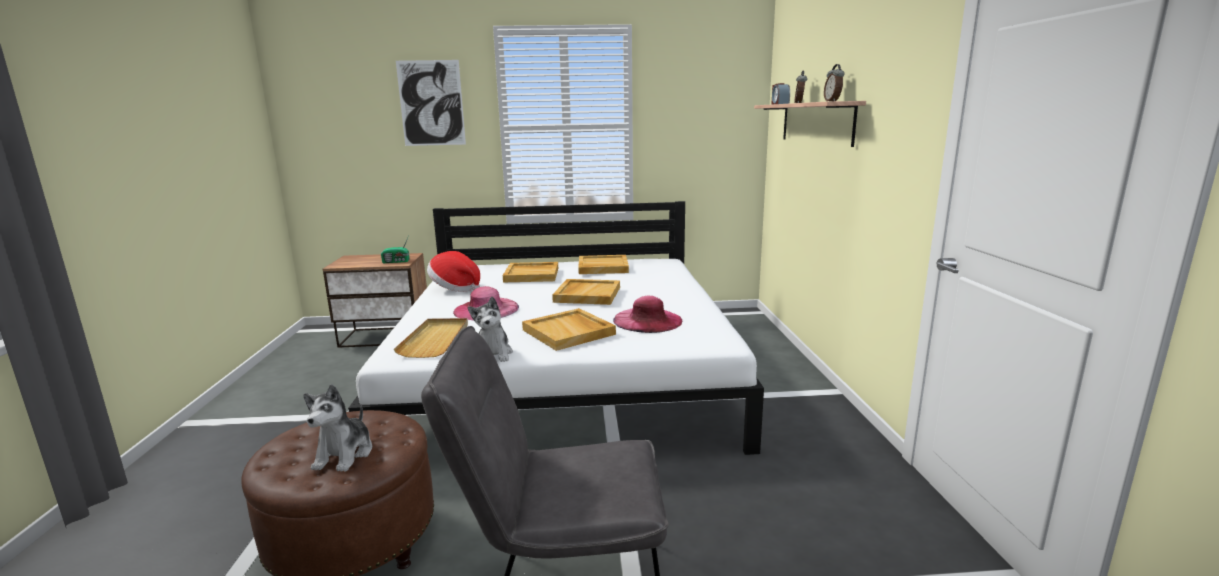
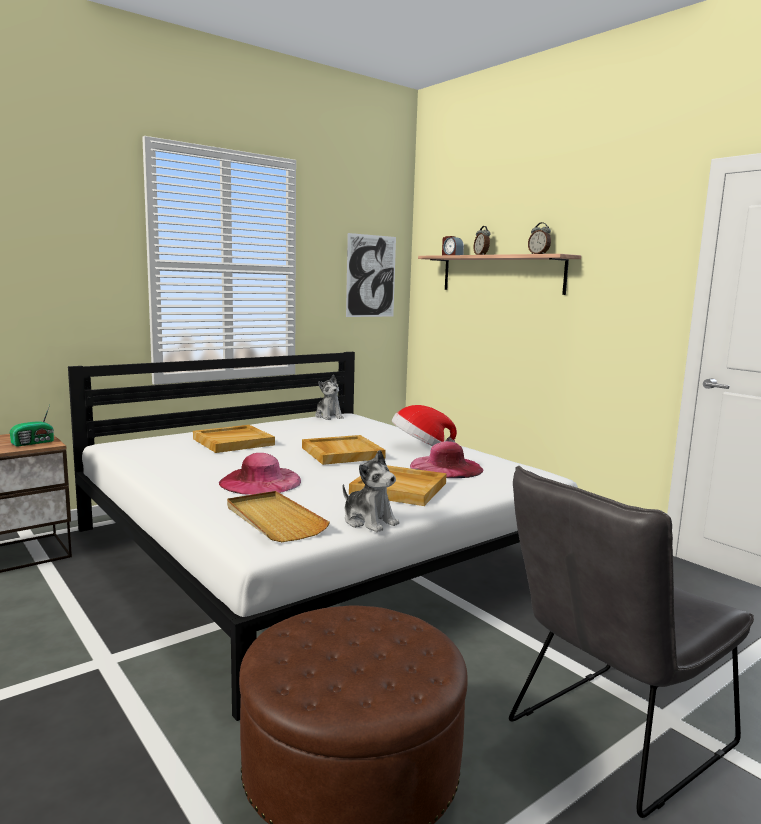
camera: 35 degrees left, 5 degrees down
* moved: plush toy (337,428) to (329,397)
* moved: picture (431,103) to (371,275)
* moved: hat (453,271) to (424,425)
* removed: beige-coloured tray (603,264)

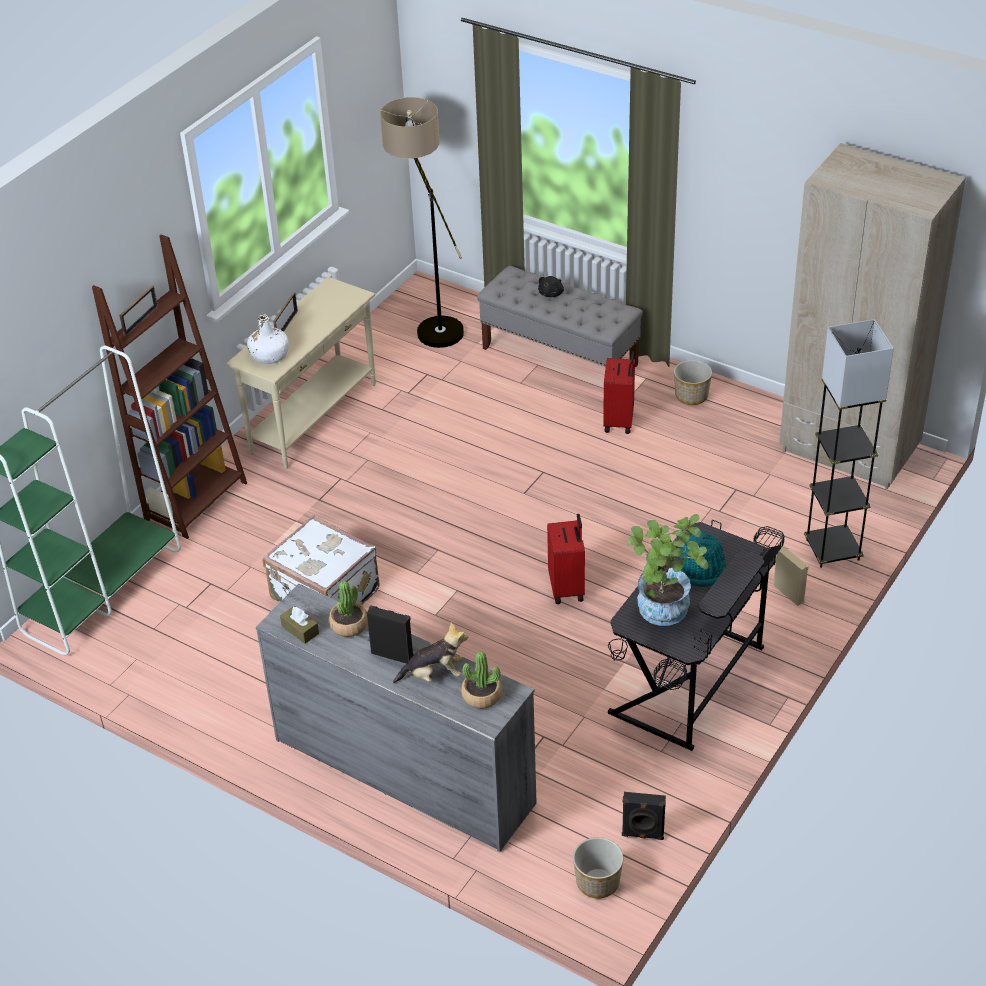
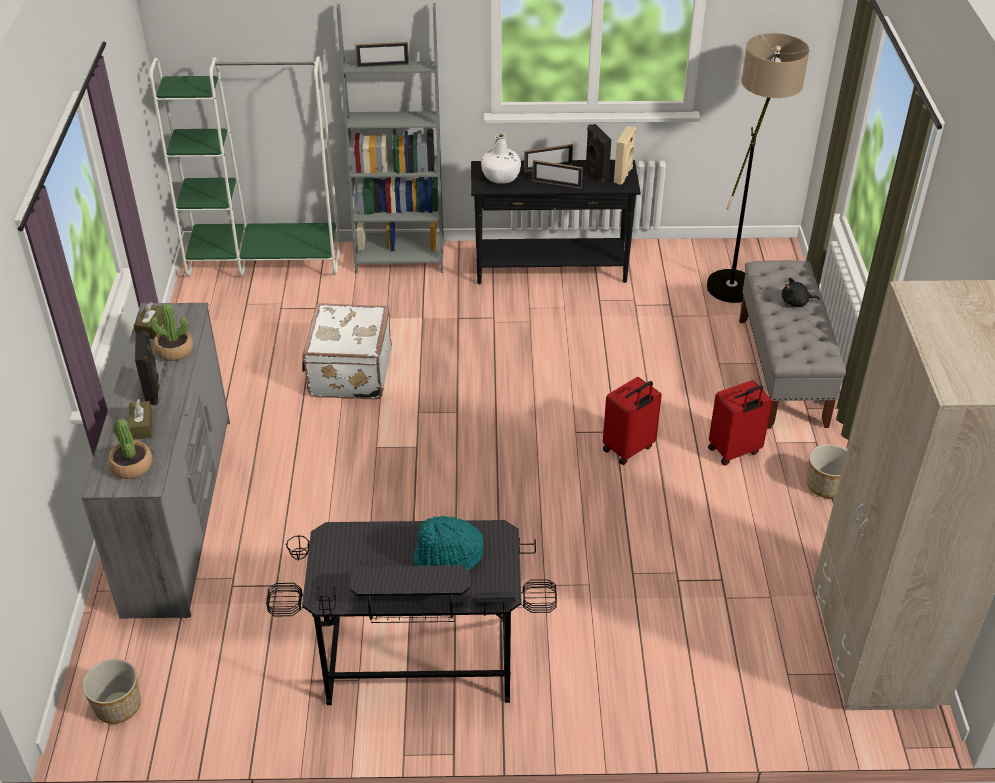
camera: 55 degrees right, 0 degrees up
* recoloured: brownish shelving unit (169,386) to greyish shelving unit (390,138)
* recoloured: beige-coloured narrow table (301,373) to black narrow table (556,222)
* replaced: plush toy (430,652) to brownish tissue holder (140,419)
* moved: reddish piece of luggage (566,559) to (632,421)
* moved: black speaker (644,816) to (598,153)
* removed: houseplant (668,570)
* moved: beige-coloured speaker (791,575) to (625,155)
* removed: greyish standard lamp (849,443)
* added: picture frame (557,174)

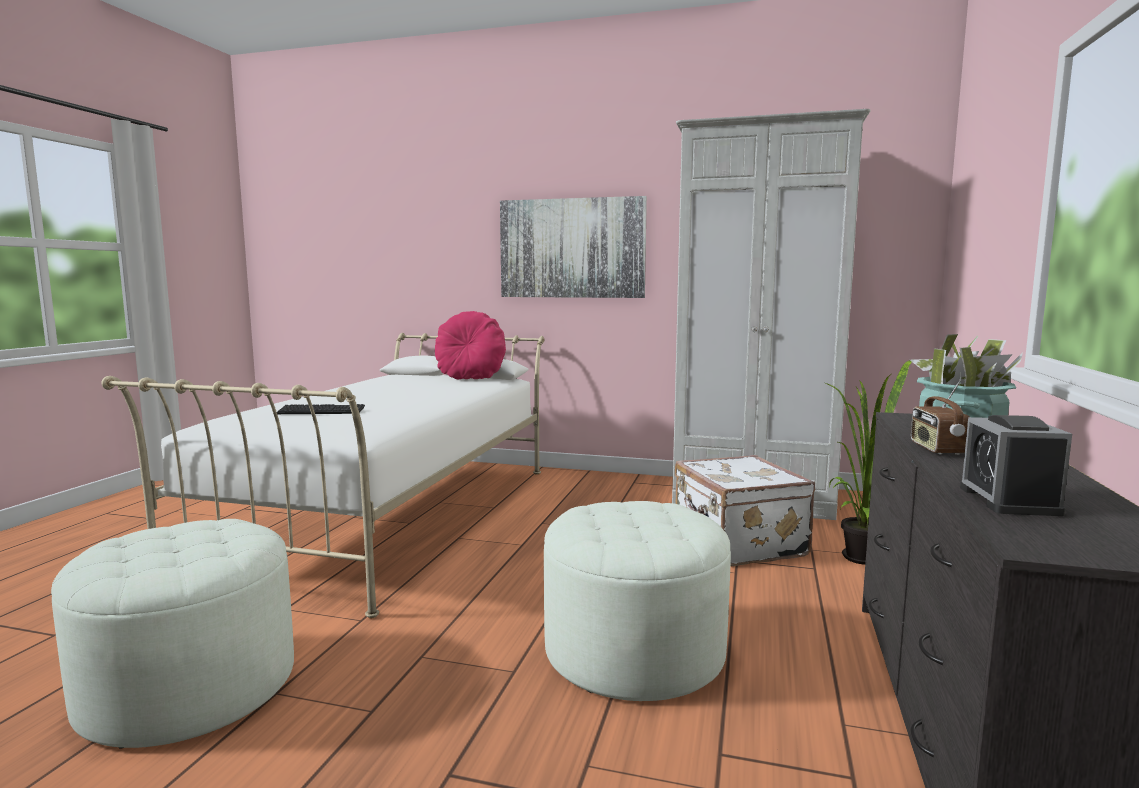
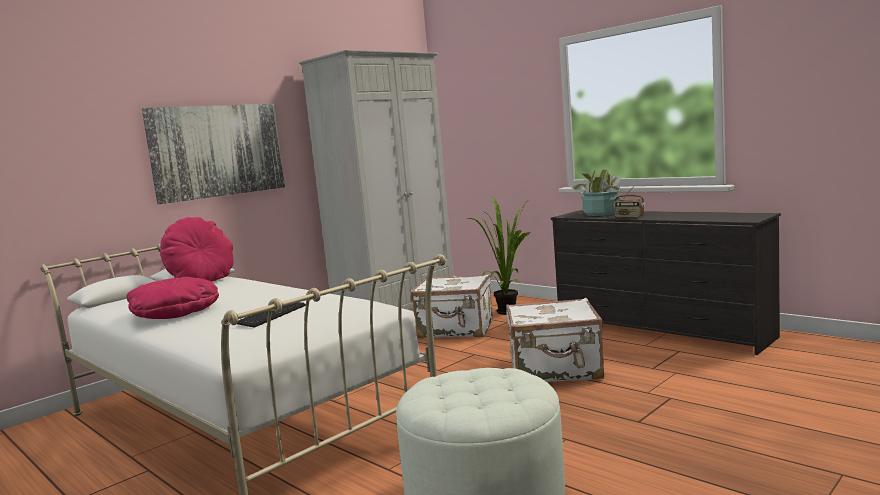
camera: 60 degrees left, 0 degrees up
* replaced: whitish ottoman (637,601) to whitish piece of luggage (555,340)
* removed: alarm clock (1016,465)
* added: pink throw pillow (172,298)

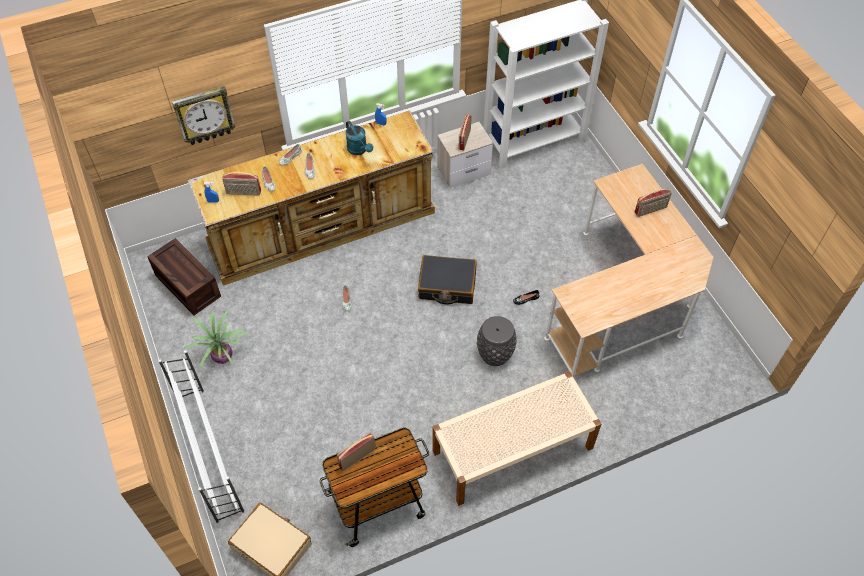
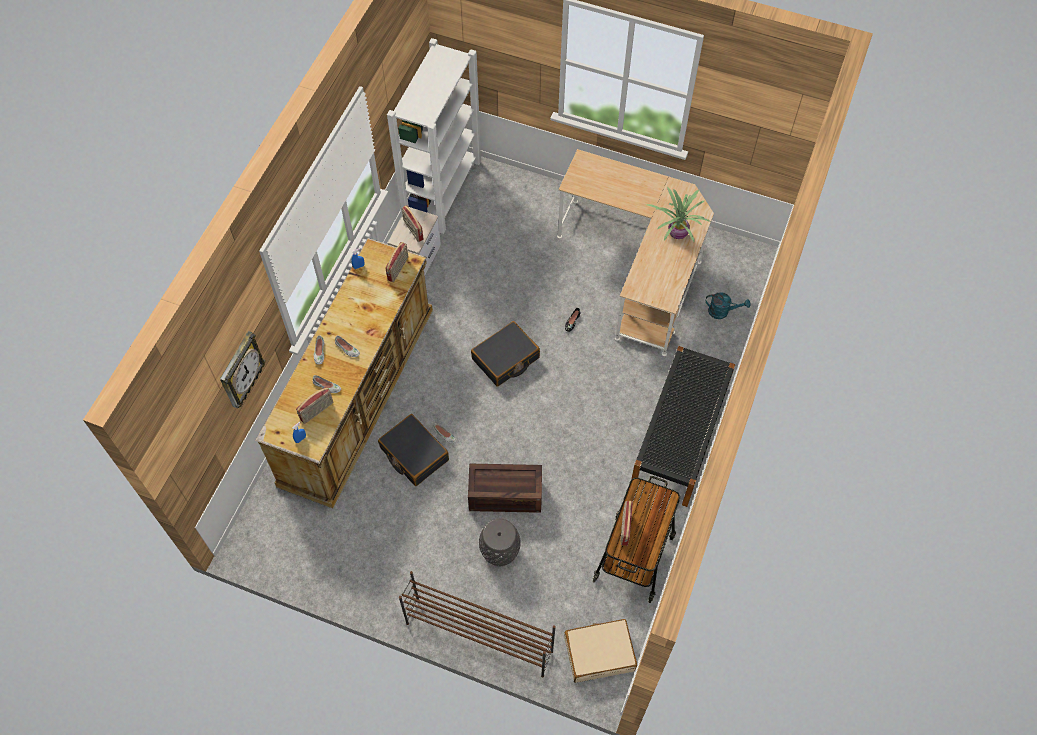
camera: 45 degrees left, 5 degrees up
* moved: shipping crate (184,276) to (505,488)
* recoloured: whitish shoe shelf (201,437) to brownish shoe shelf (477,624)
* moved: houseplant (216,340) to (679,214)
* moved: turquoise-coloured watering can (359,138) to (728,305)
* recoloured: beige-coloured bench (516,438) to black bench (683,426)
* moved: greyish stool (497,341) to (500,542)
* moved: radio set (653,202) to (397,262)
* added: black piece of luggage (413,450)

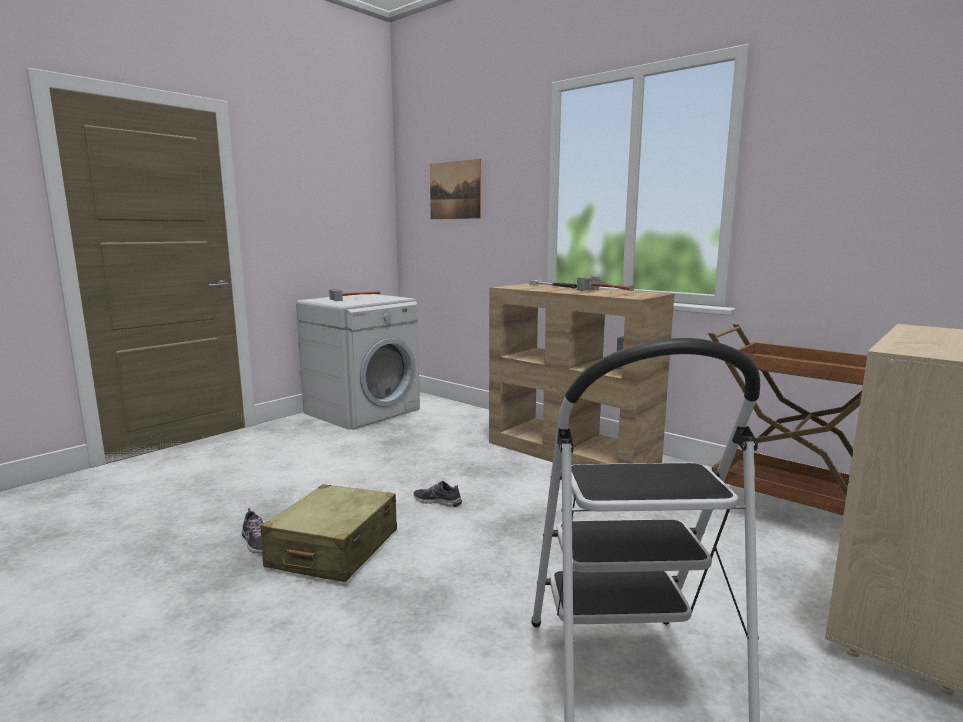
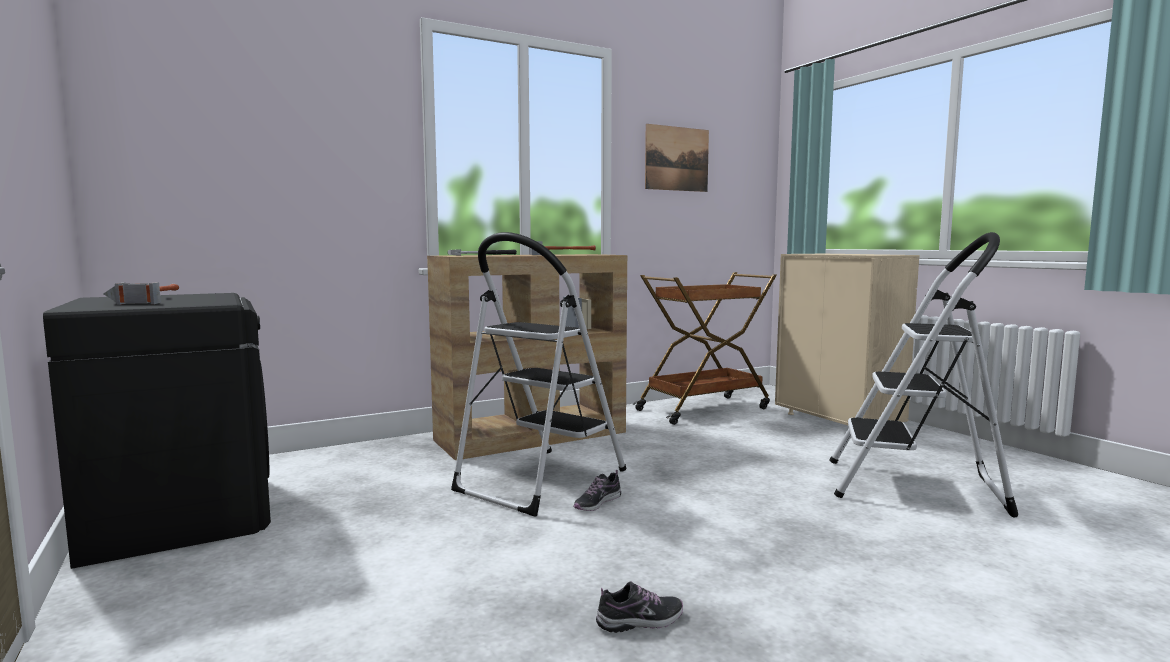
camera: 70 degrees left, 5 degrees down
* removed: beige-coloured piece of luggage (328,533)
* recoloured: whitish laundry appliance (358,362) to black laundry appliance (157,431)
* moved: picture (455,189) to (677,158)
* added: step stool (538,374)

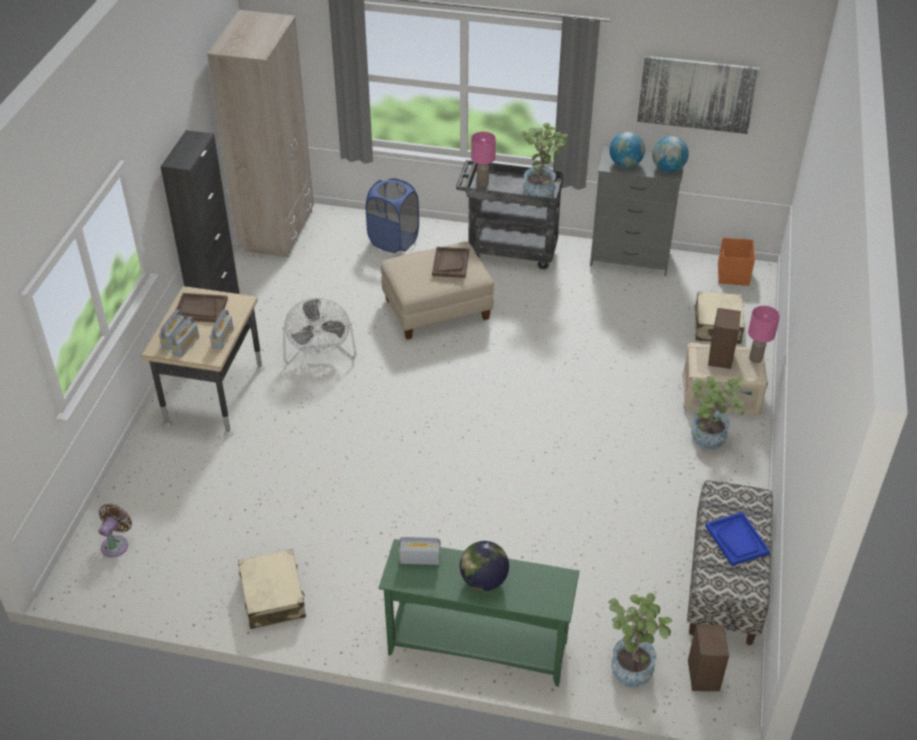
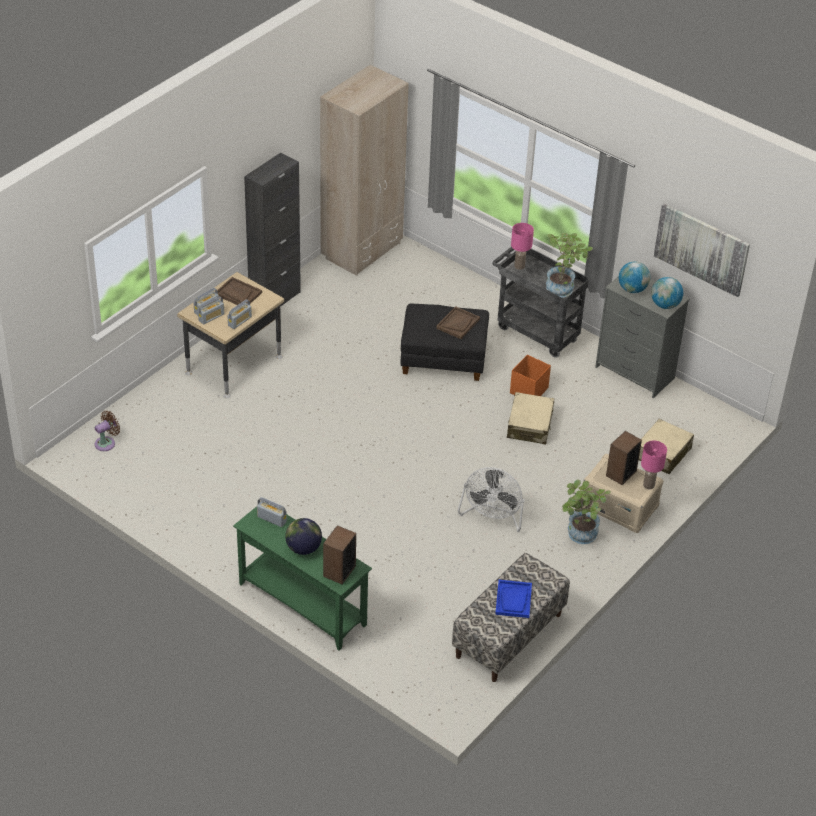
camera: 25 degrees right, 0 degrees up
* moved: beige-coloured piece of luggage (272,589) to (530,418)
* moved: whitish fan (319,330) to (491,499)
* removed: blue laundry basket (392,215)
* recoloured: beige-coloured ottoman (437,291) to black ottoman (445,342)
* removed: houseplant (640,640)
* moved: speaker (708,657) to (339,554)
* moved: orangey storage bin (736,262) to (530,375)

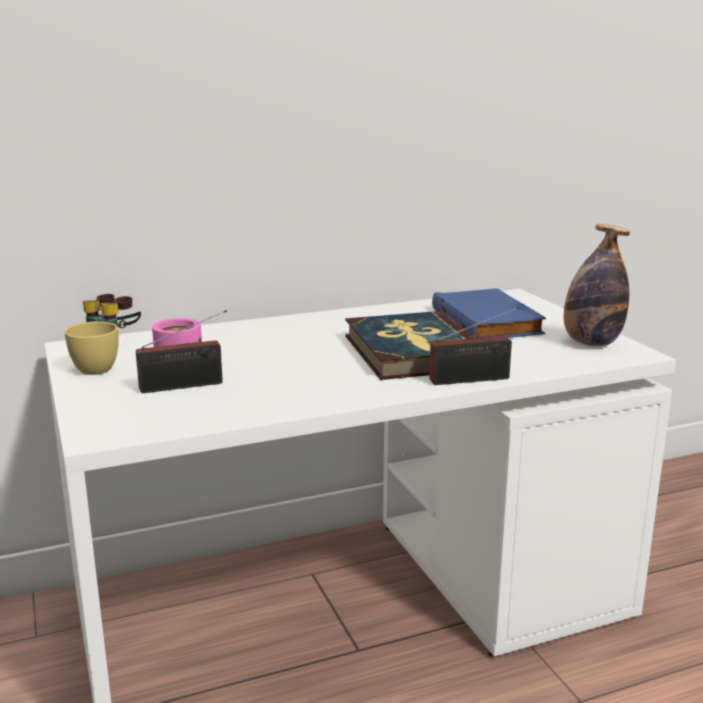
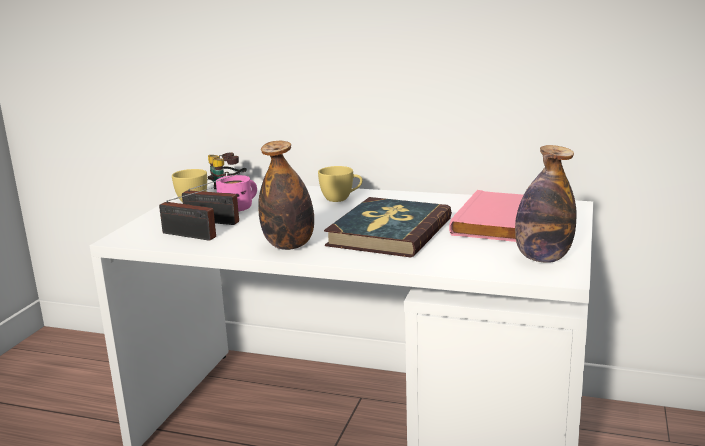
camera: 40 degrees right, 0 degrees up
* moved: radio set (474,346) to (187,214)
* recoloured: blue bound book (489,313) to pink bound book (486,216)
* added: drink bottle (286,195)
* added: yellowish small cup (340,184)

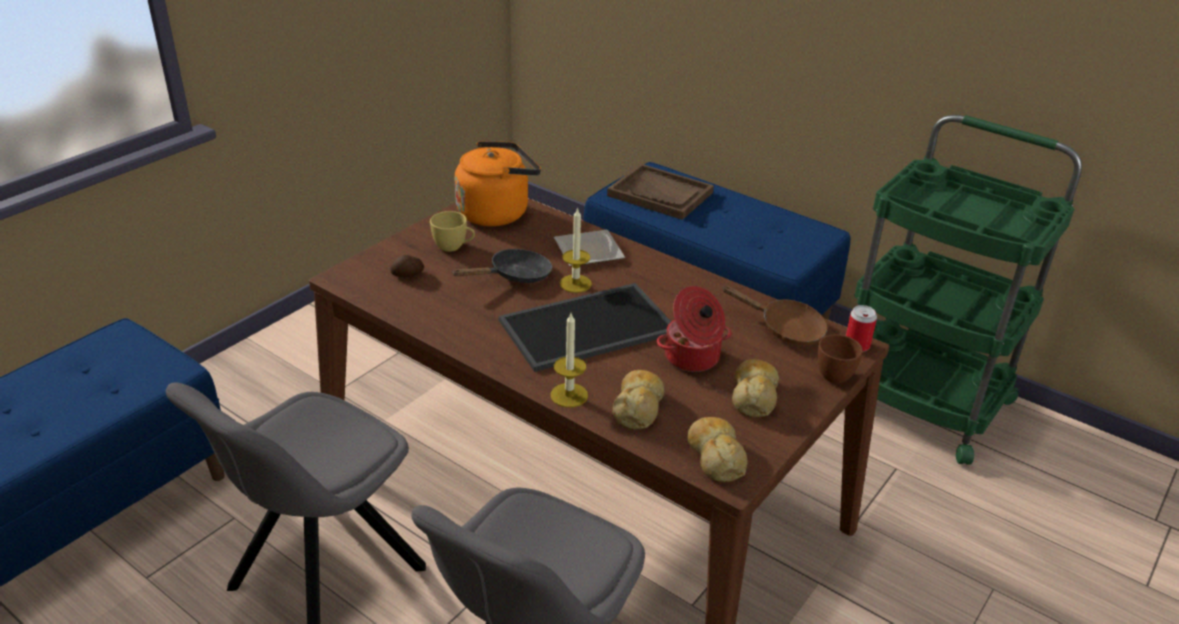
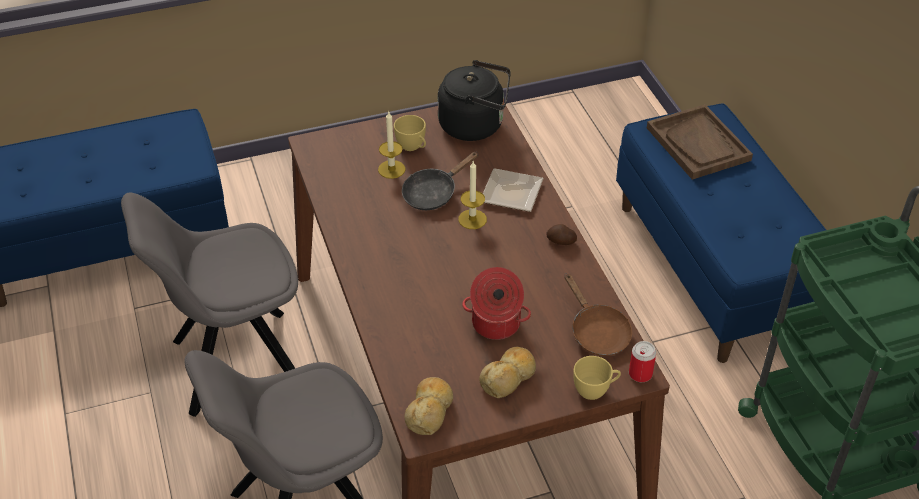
camera: 35 degrees right, 10 degrees up
* moved: potato (407,266) to (562,234)
* turned: black skillet (501,266) = (440,181) 135 degrees clockwise
* recoloured: orangey tea kettle (498,183) to black tea kettle (474,100)
* removed: tray (585,327)
* moved: wax light (569,360) to (392,145)
* removed: bread (639,400)
* recoloured: brownish small cup (840,359) to yellowish small cup (597,378)

